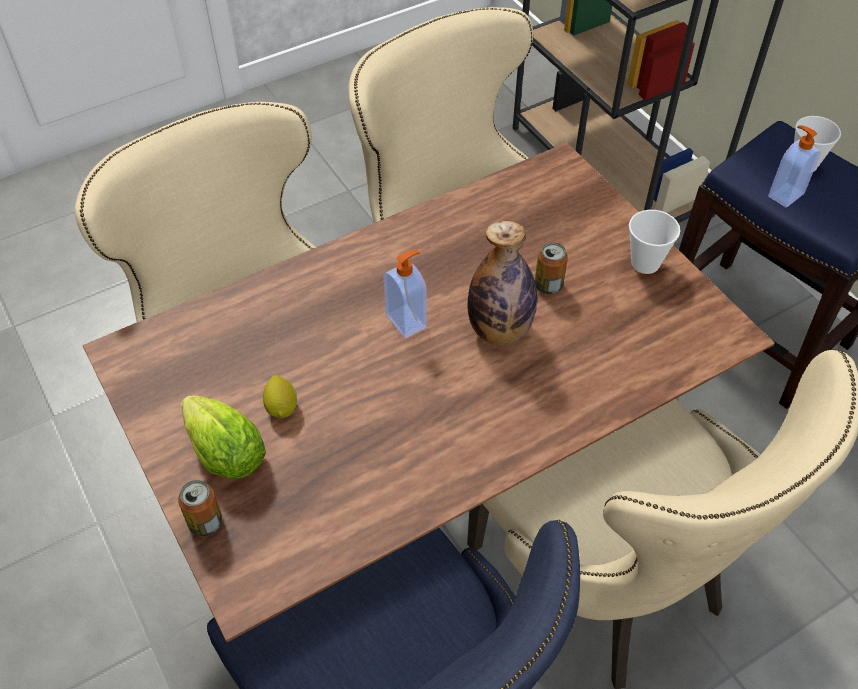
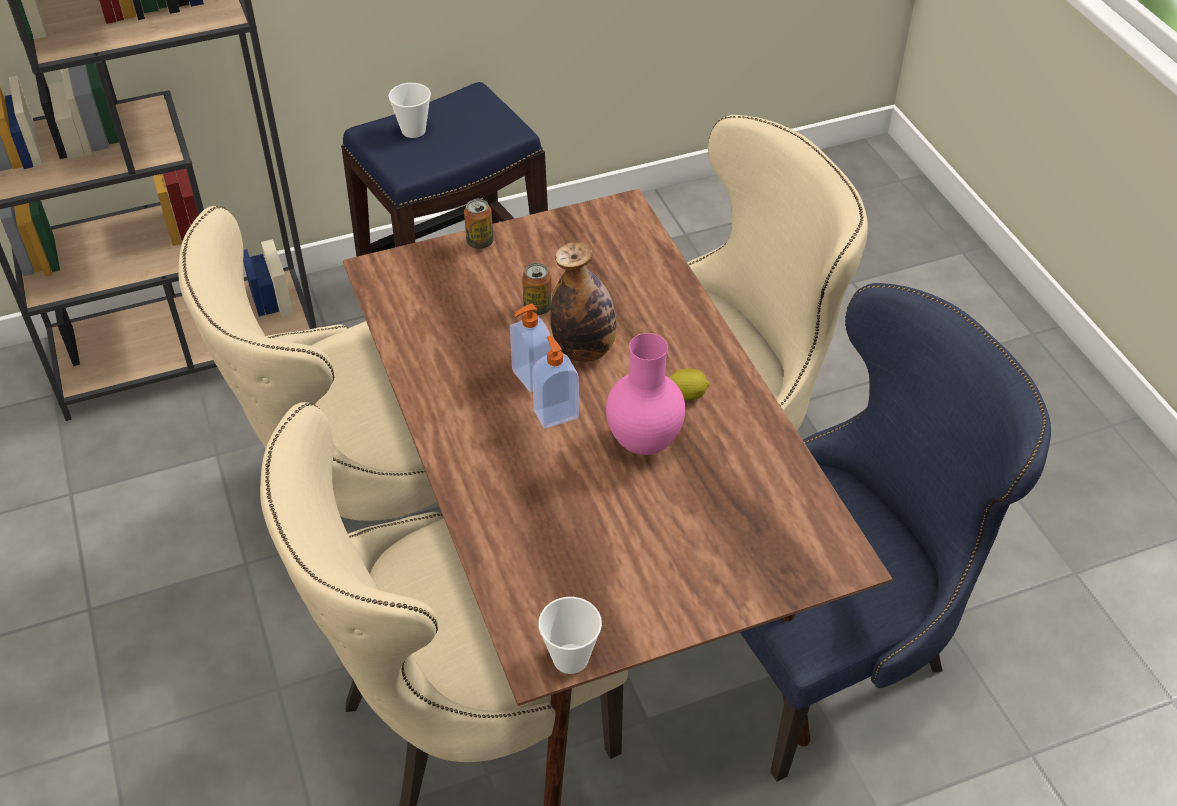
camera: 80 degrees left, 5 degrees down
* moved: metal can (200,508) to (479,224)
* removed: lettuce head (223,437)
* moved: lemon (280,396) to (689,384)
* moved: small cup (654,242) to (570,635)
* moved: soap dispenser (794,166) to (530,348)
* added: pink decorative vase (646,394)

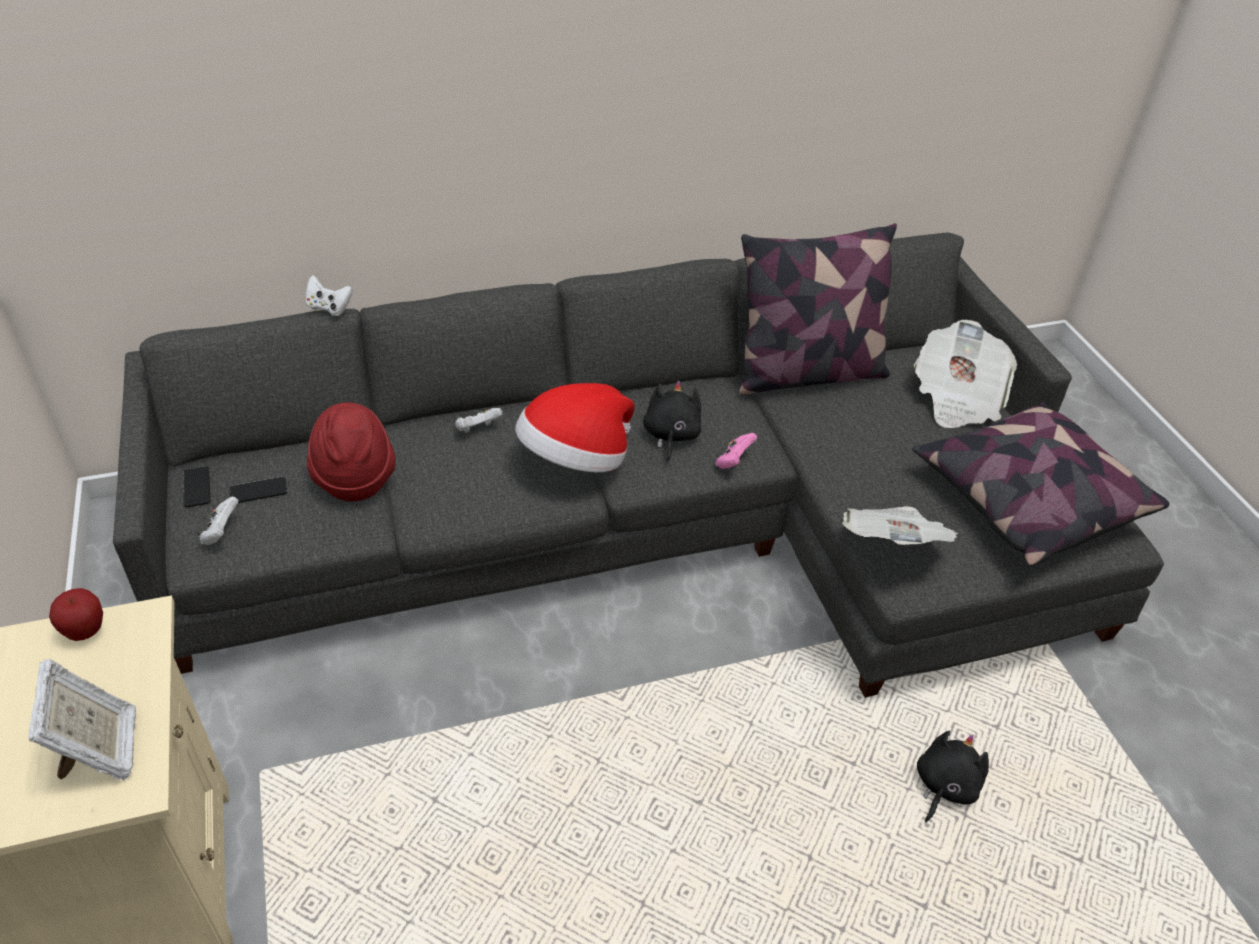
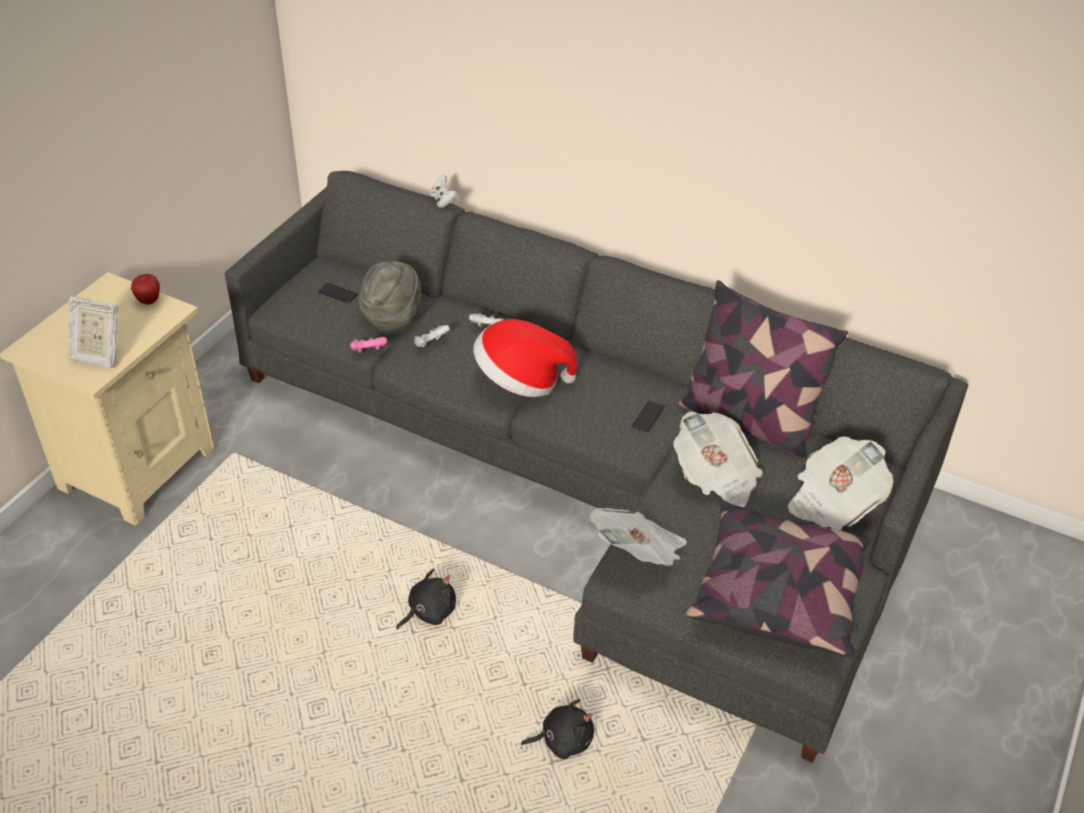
camera: 45 degrees right, 0 degrees up
* turned: picture frame (82,719) = (93,332) 75 degrees clockwise
* moved: phone (196,486) to (647,416)
* moved: whitish joypad (218,520) to (432,336)
* recoloured: reddish hat (351,452) to greyish hat (390,296)
* moved: black plush toy (672,422) to (426,599)
* moved: pink joypad (736,451) to (368,345)
* added: daily paper (718,459)

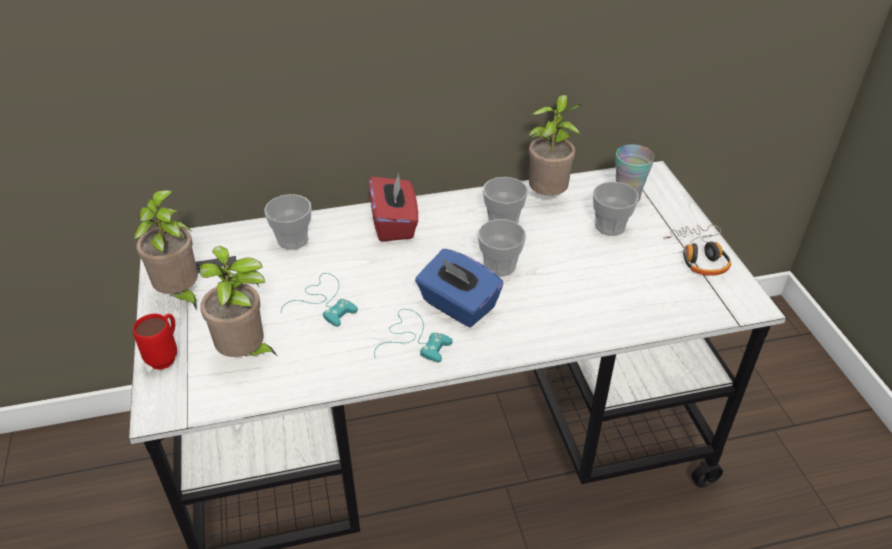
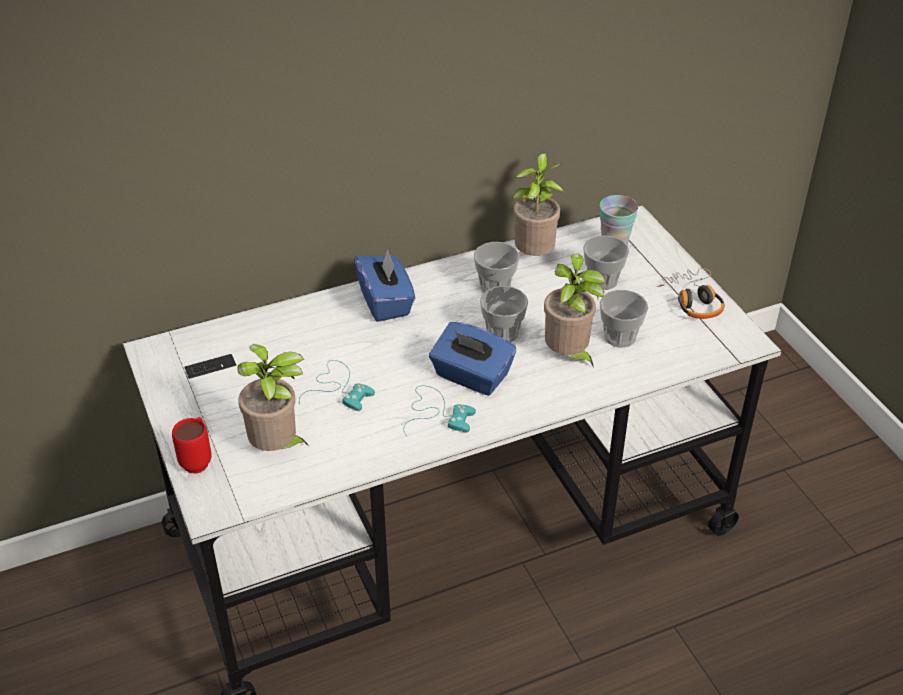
camera: 10 degrees left, 0 degrees up
* moved: houseplant (165,249) to (574,311)
* moved: small cup (287,222) to (624,318)
* recoloured: reddish tissue holder (393,207) to blue tissue holder (384,285)

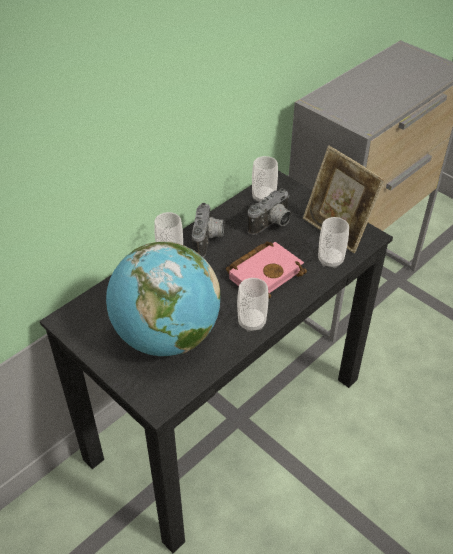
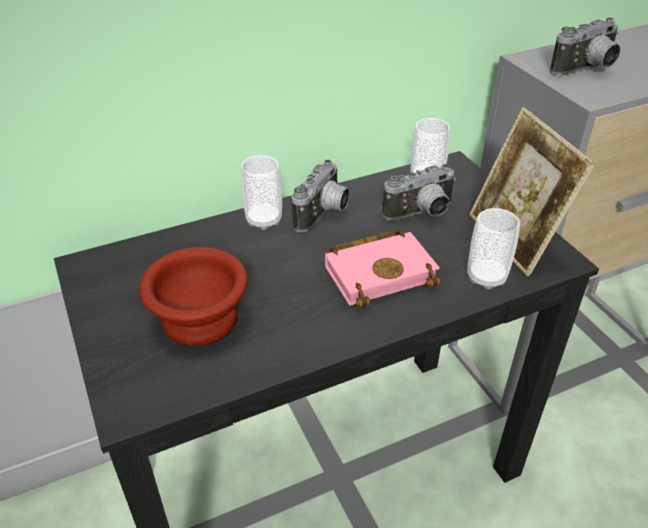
camera: 20 degrees right, 5 degrees down
* replaced: world globe (163,299) to brownish deep dish (193,296)
* removed: small cup (252,305)
* added: photo camera (585,46)

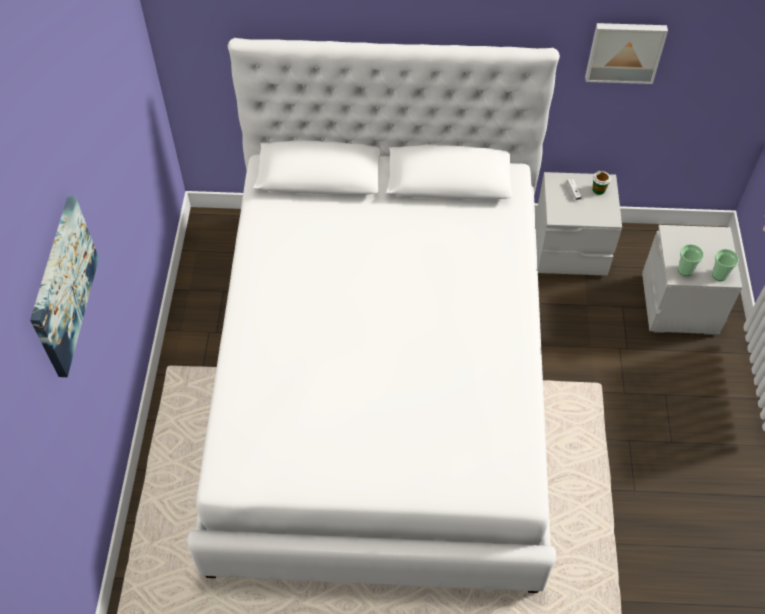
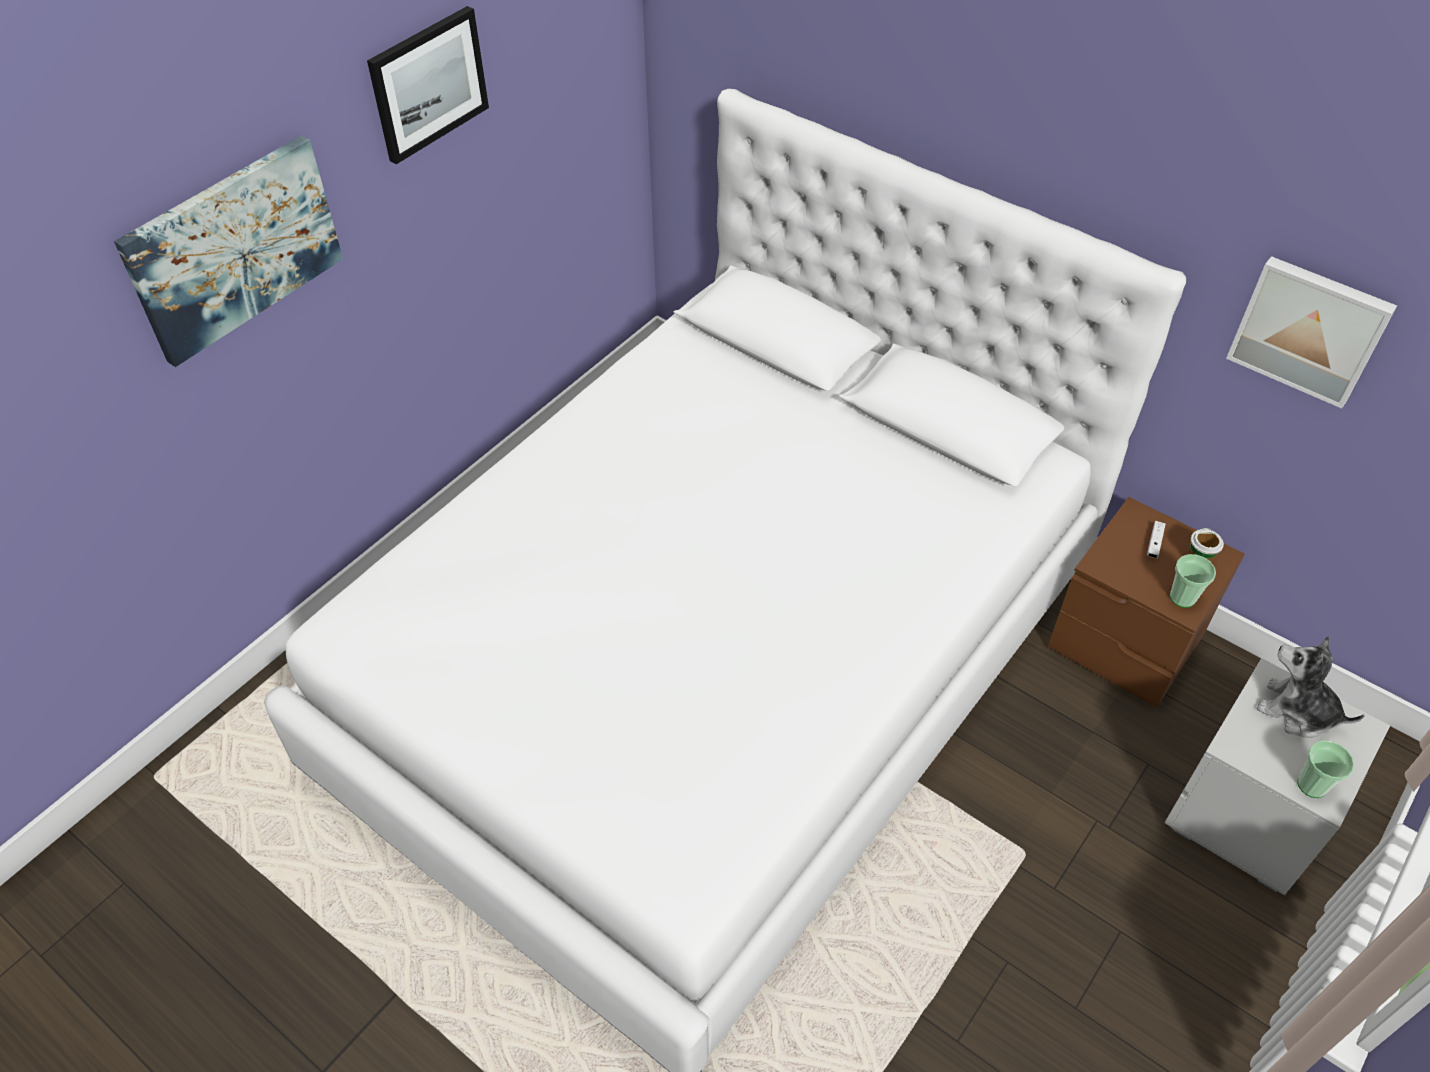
camera: 35 degrees right, 5 degrees down
* recoloured: whitish night table (578,224) to brownish night table (1146,602)
* moved: small cup (691,260) to (1193,581)
* added: picture (428,85)
* added: plush toy (1310,687)

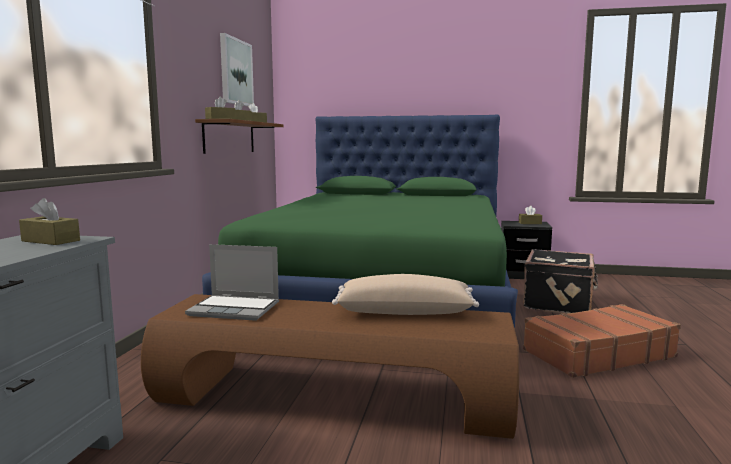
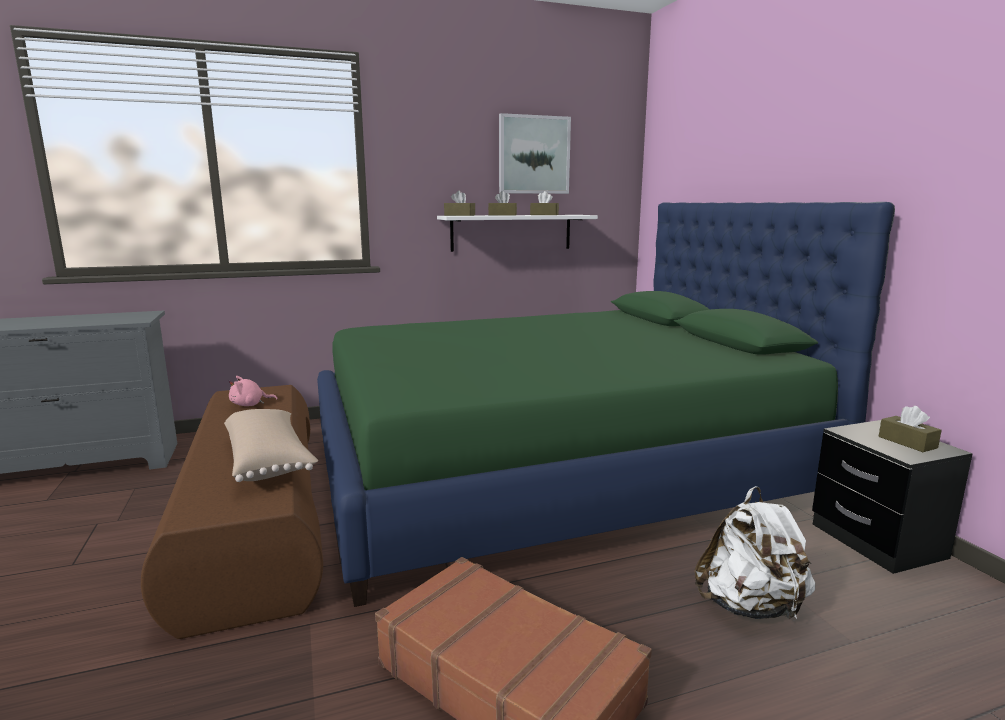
camera: 60 degrees right, 5 degrees up
* removed: brownish tissue holder (49,221)
* replaced: notebook computer (232,282) to pink plush toy (253,391)
* recoloured: brownish wall shelf (239,136) to whitish wall shelf (517,233)
* replaced: black piece of luggage (560,281) to whitish backpack (754,553)

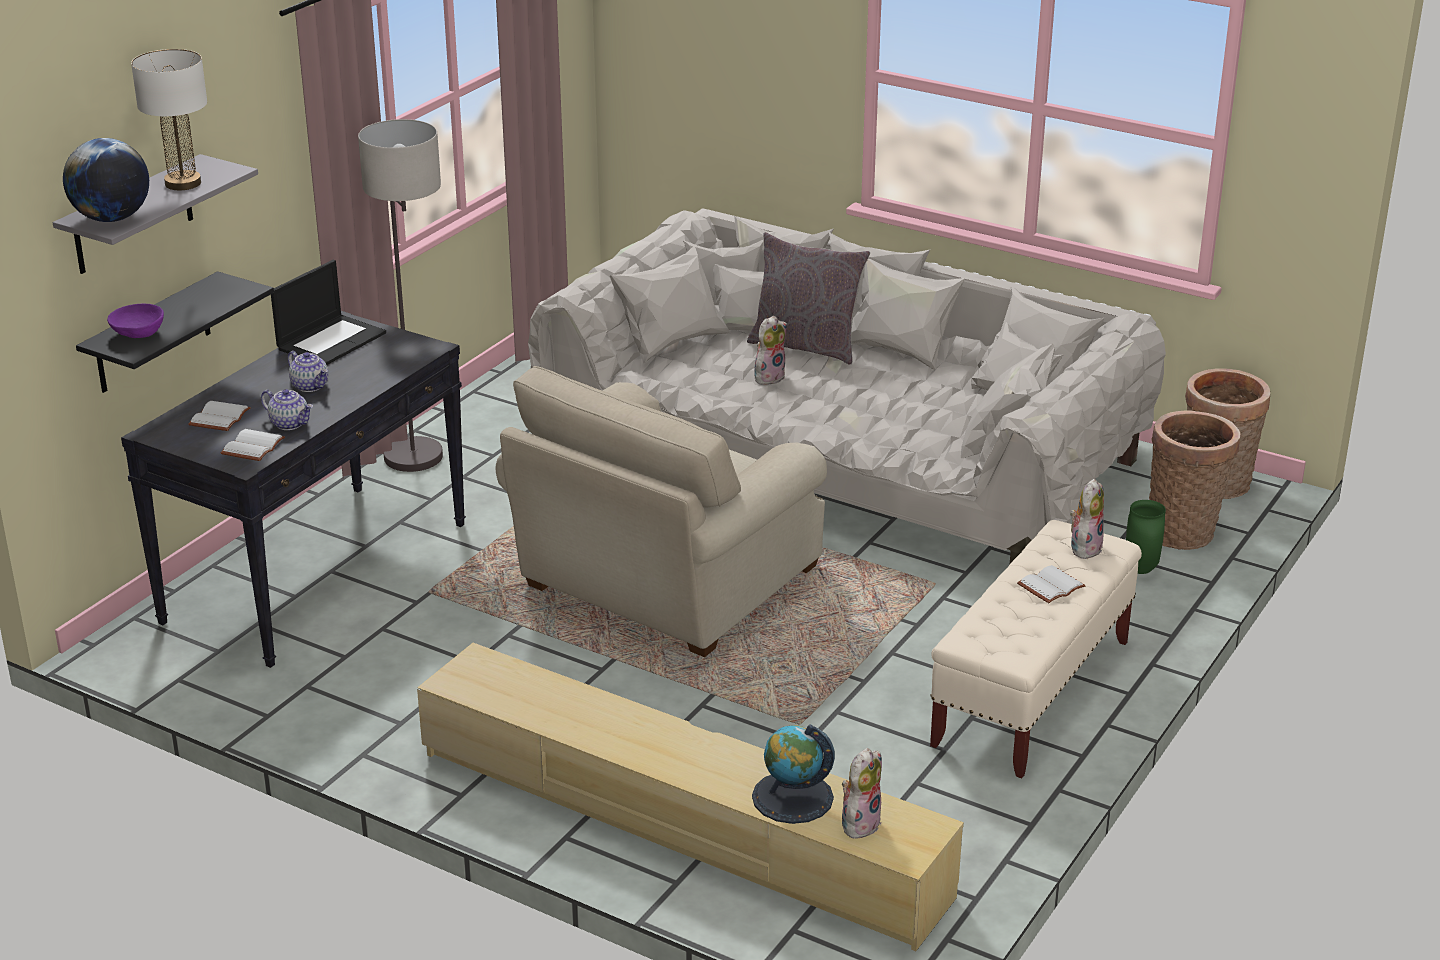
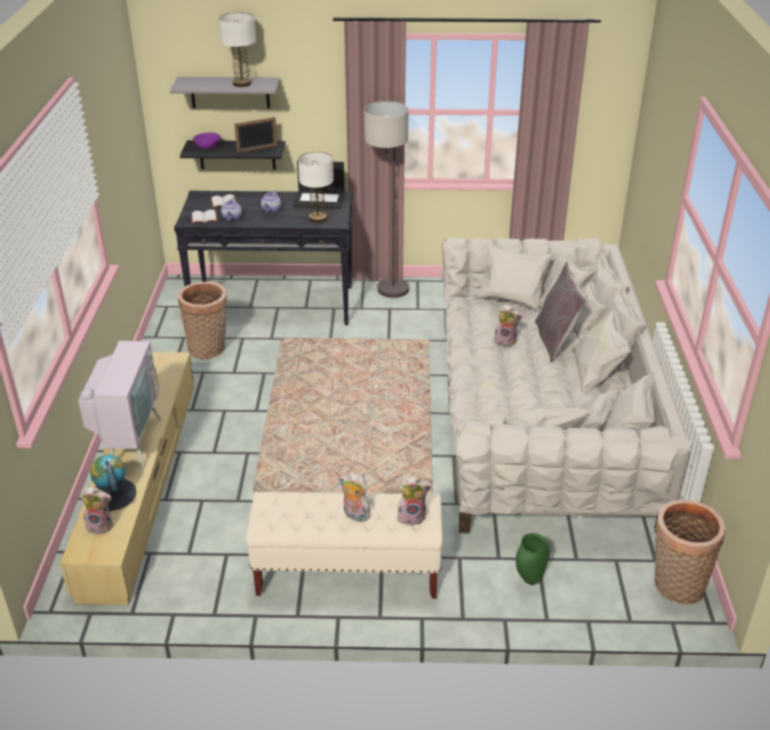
camera: 60 degrees right, 5 degrees up
* removed: world globe (106,180)
* removed: beige-coloured easy chair (661,511)
* replaced: whitish bound book (1051,584) to plush toy (356,497)
* moved: basket (1194,480) to (202,320)
* added: TV set (117,404)
* added: picture frame (255,135)
* added: table lamp (316,187)

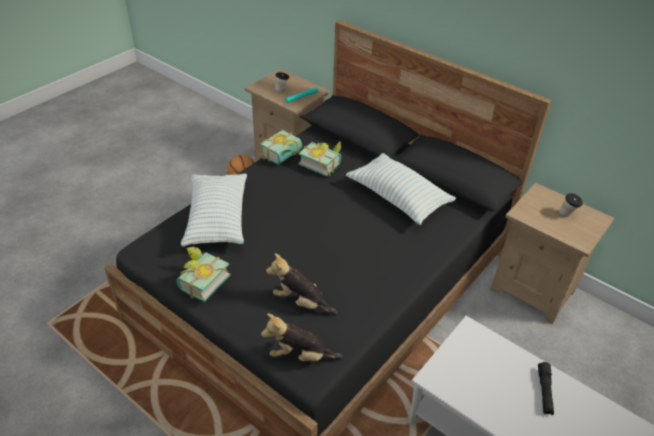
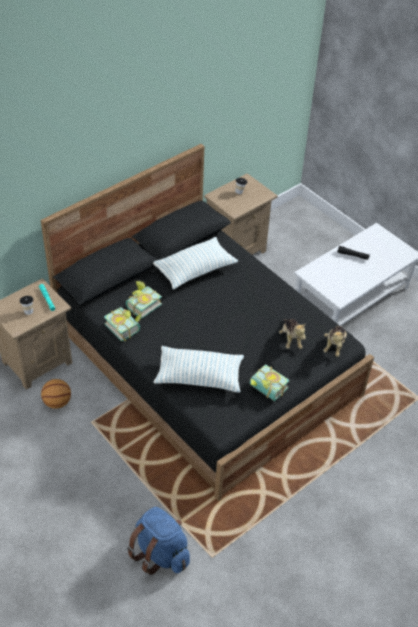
camera: 80 degrees left, 5 degrees up
* turned: plush toy (302,284) = (292,334) 45 degrees counterclockwise
* added: blue backpack (158,541)

